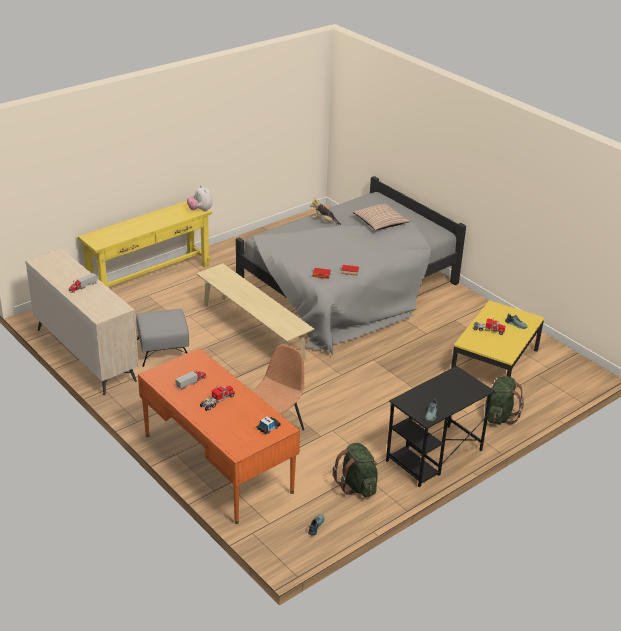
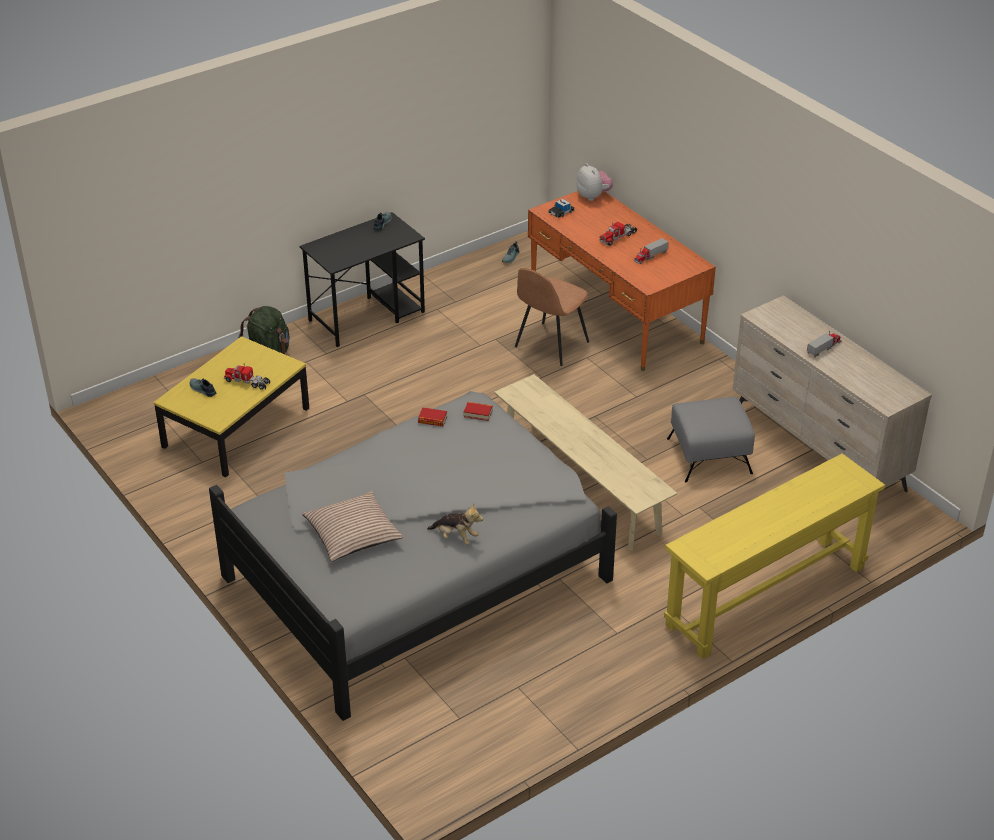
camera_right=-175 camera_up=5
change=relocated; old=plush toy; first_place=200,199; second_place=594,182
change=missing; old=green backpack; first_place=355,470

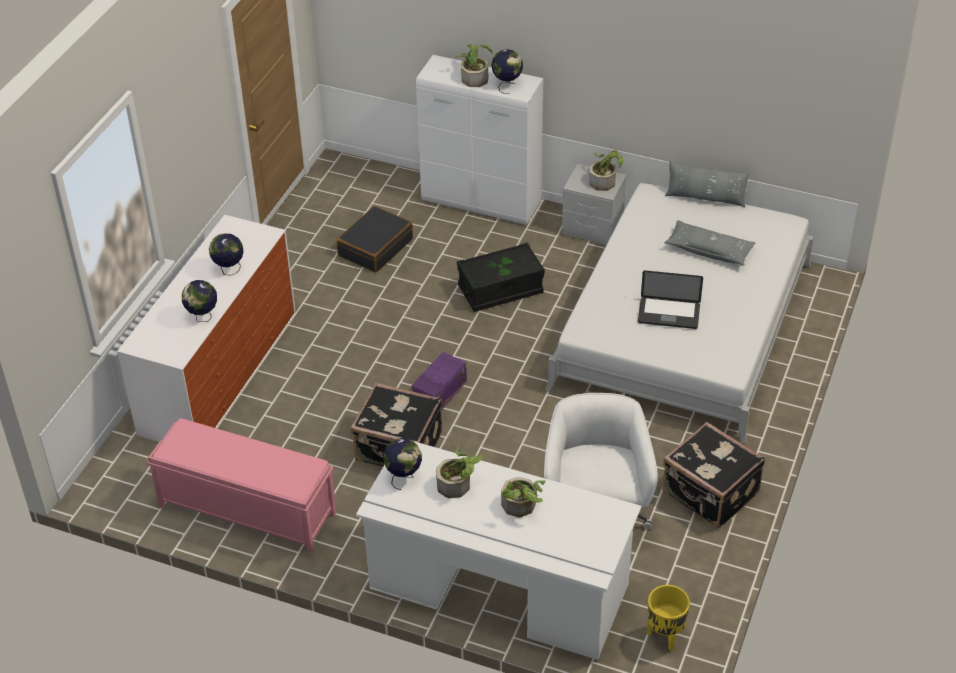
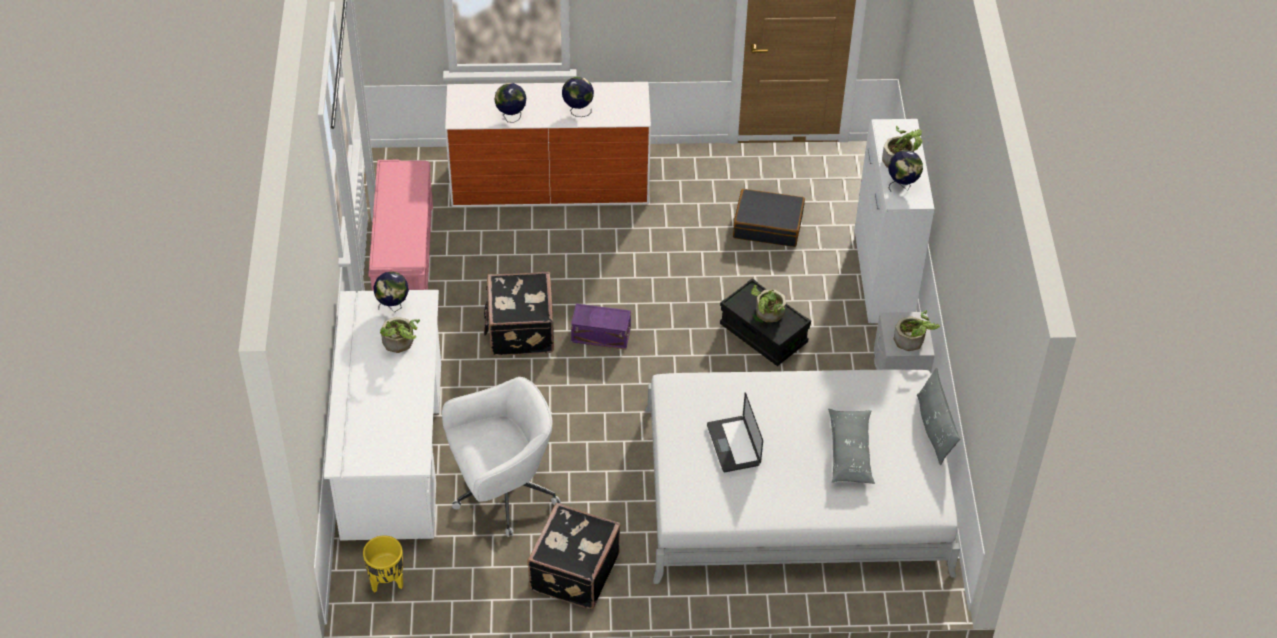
camera_right=65 camera_up=5
change=relocated; old=potted plant; first_place=523,497; second_place=768,303

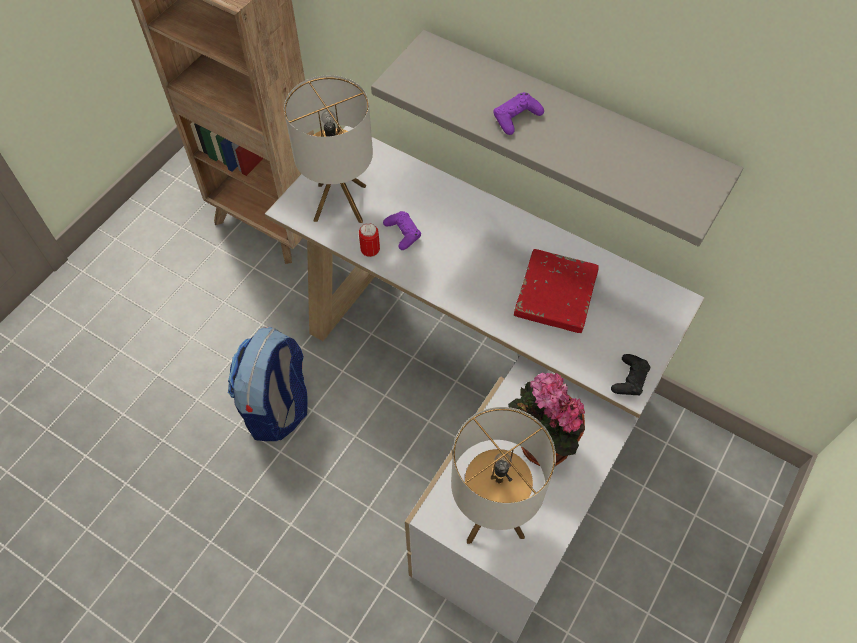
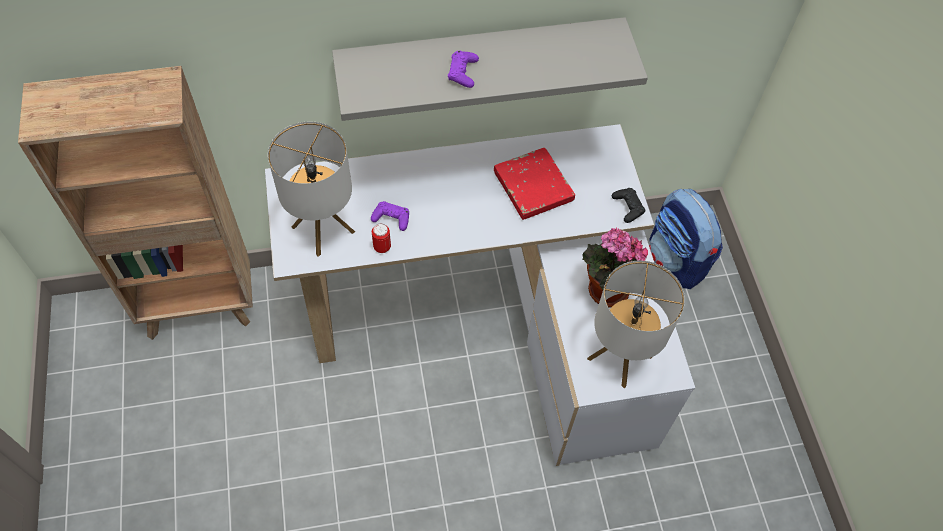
camera_right=-45 camera_up=0
change=relocated; old=backpack; first_place=268,384; second_place=686,238

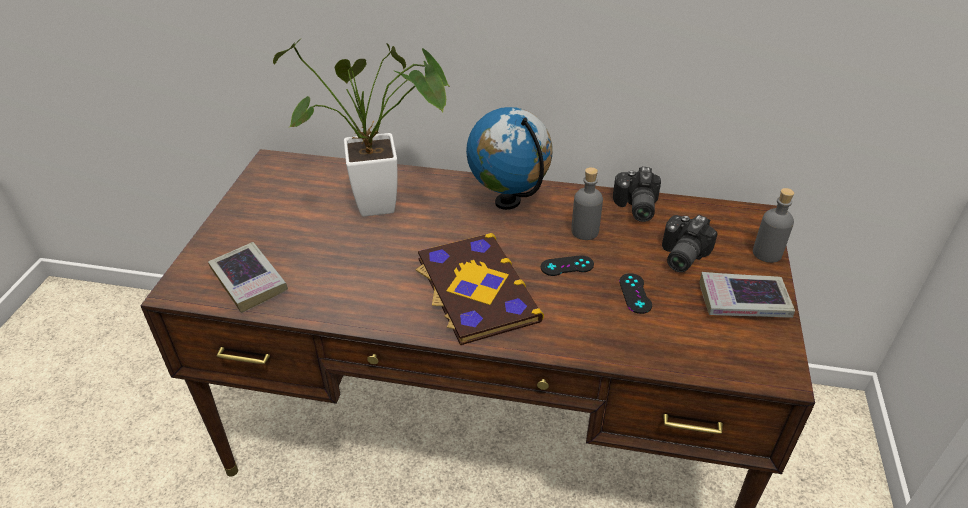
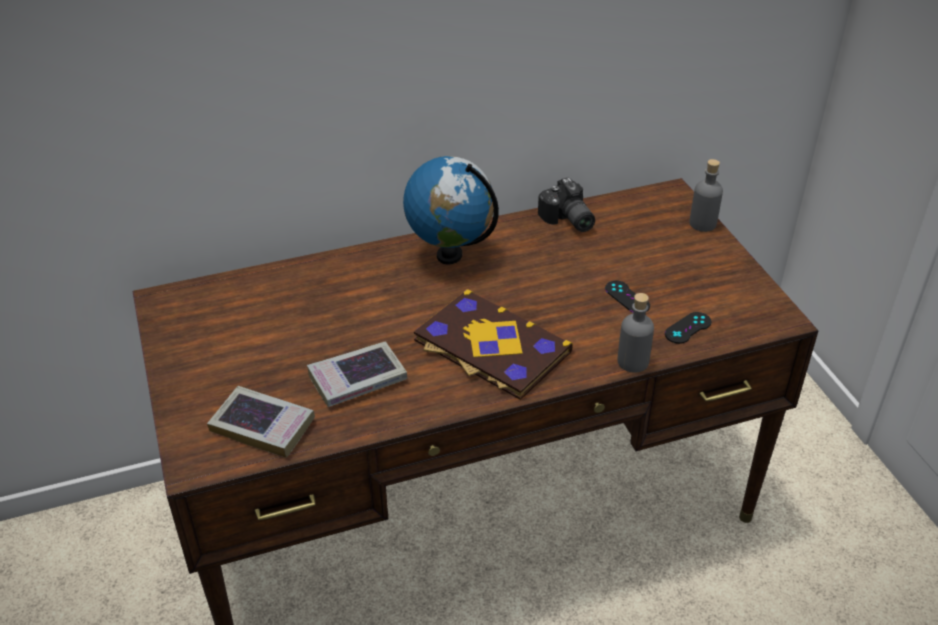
camera_right=-30 camera_up=0
change=relocated; old=book; first_place=747,295; second_place=357,374
change=relocated; old=grey bottle; first_place=587,203; second_place=635,333
change=relocated; old=black game controller; first_place=567,265; second_place=688,328
change=missing; old=potted plant; first_place=361,128
change=missing; old=photo camera; first_place=690,243

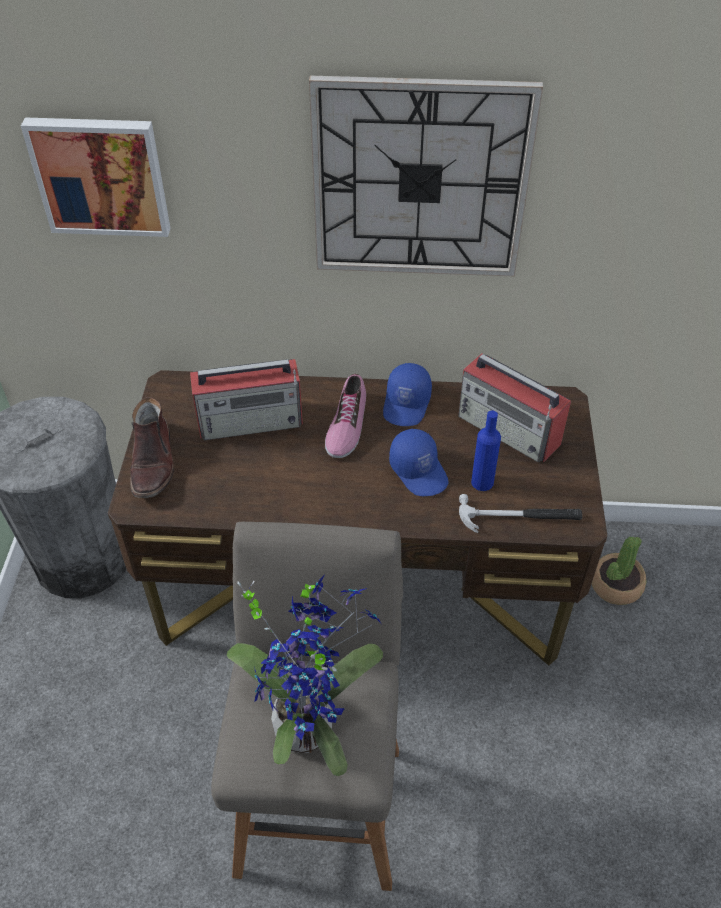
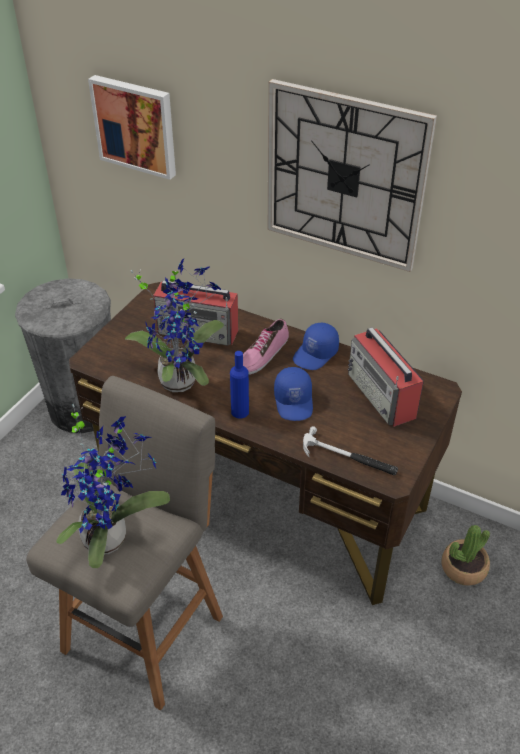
camera_right=25 camera_up=-5
change=appeared; new=potted plant; second_place=174,325
change=relocated; old=blue bottle; first_place=486,450; second_place=239,385
change=missing; old=brown boot; first_place=152,447

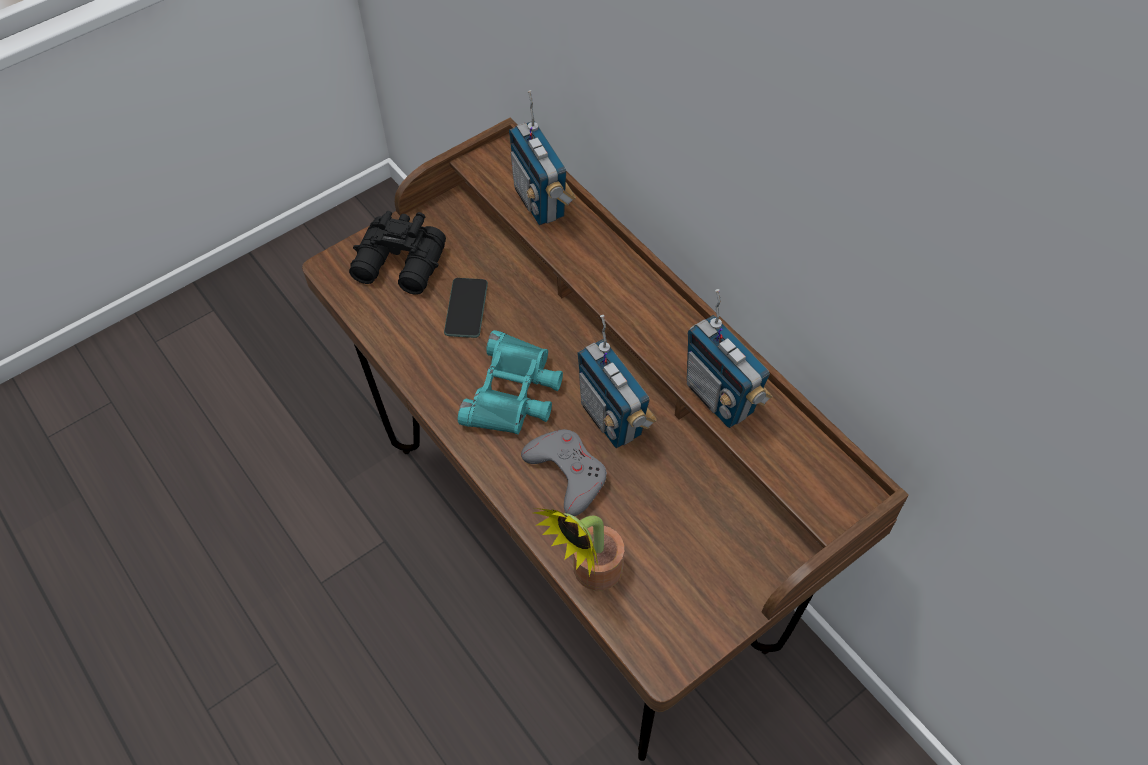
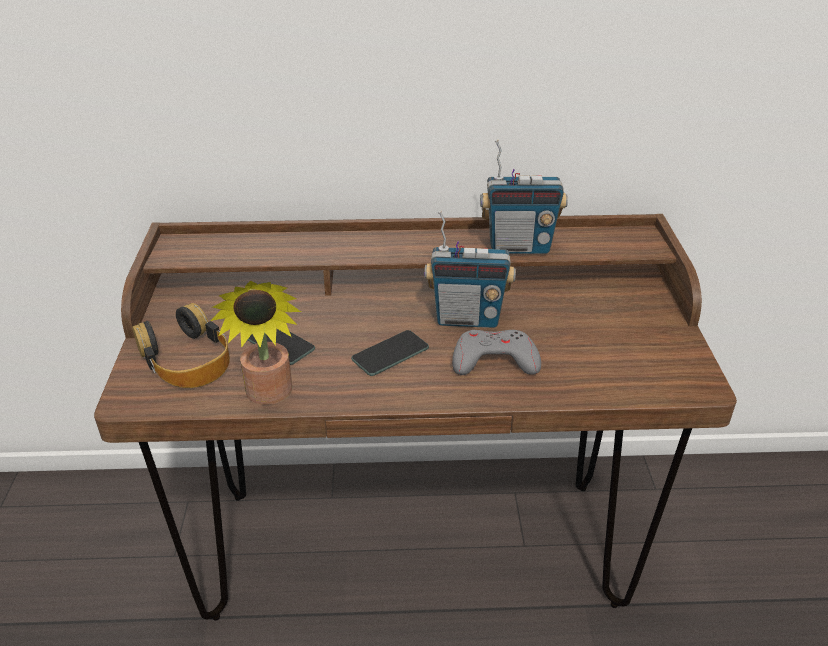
camera_right=-55 camera_up=-20
change=exchanged; old=black binoculars; new=headphones; first_place=397,253; second_place=181,345
change=relocated; old=potted plant; first_place=579,549; second_place=256,343
change=exchanged; old=turquoise binoculars; new=phone; first_place=510,382; second_place=390,353
change=missing; old=radio; first_place=542,157

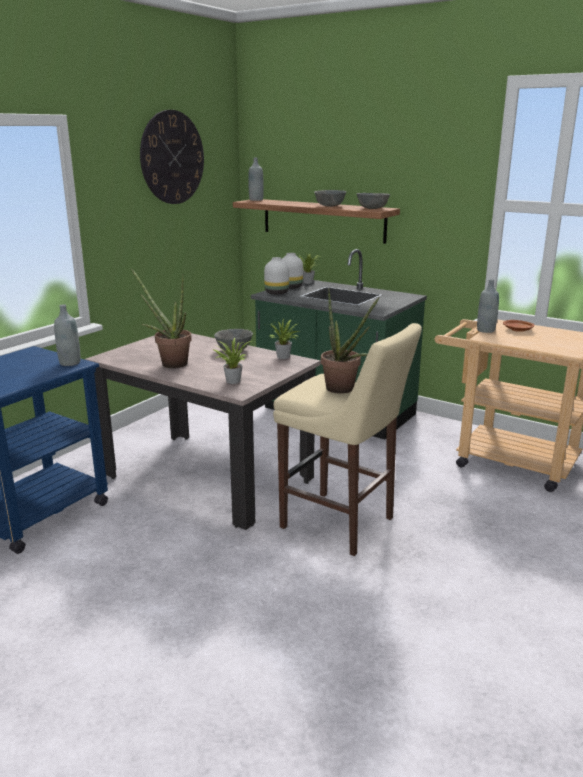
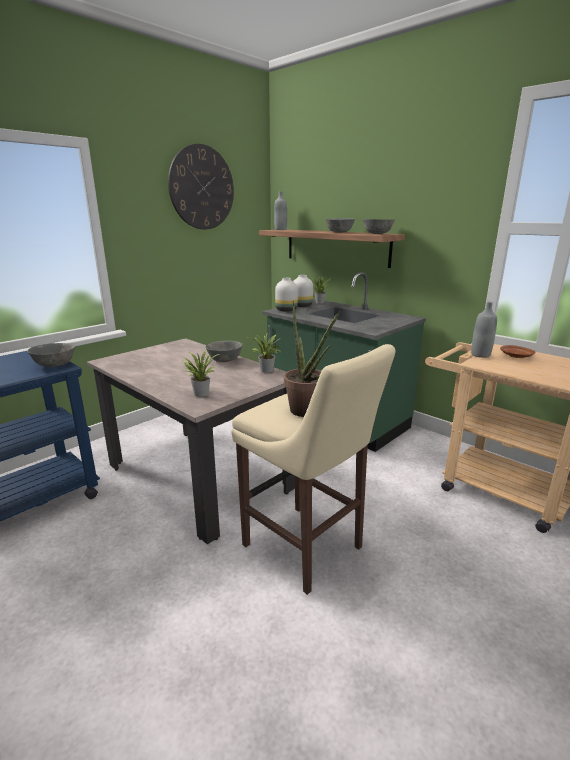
camera_right=10 camera_up=0
change=exchanged; old=grey bottle; new=grey bowl; first_place=67,335; second_place=51,355
change=missing; old=potted plant; first_place=161,318

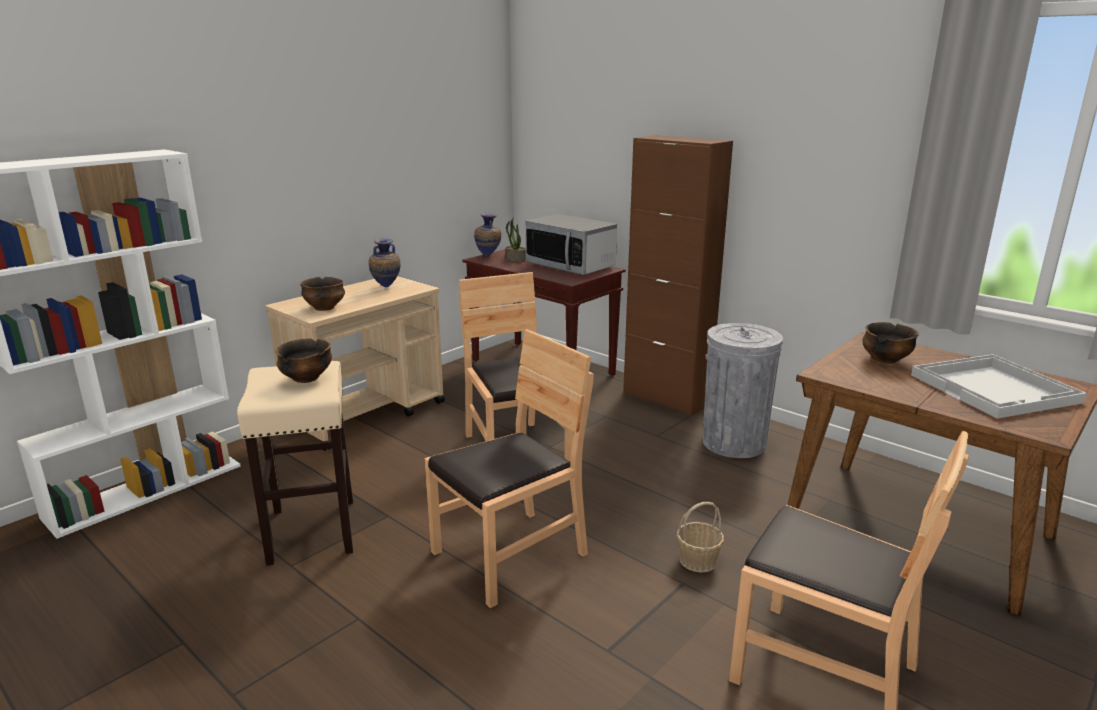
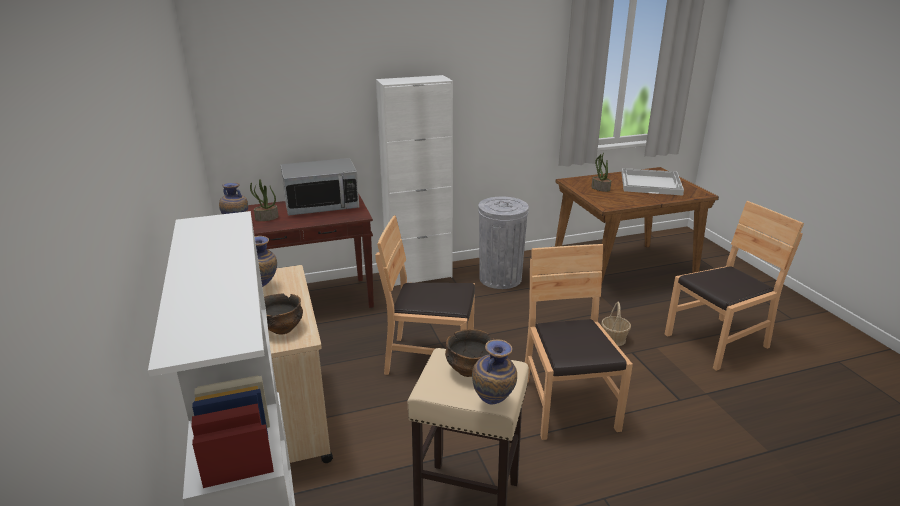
camera_right=-60 camera_up=5
change=colour; old=brown cabinet; new=white cabinet; first_place=678,275; second_place=414,180
change=appeared; new=vase; second_place=494,372
change=exchanged; old=bowl; new=potted plant; first_place=890,343; second_place=601,172

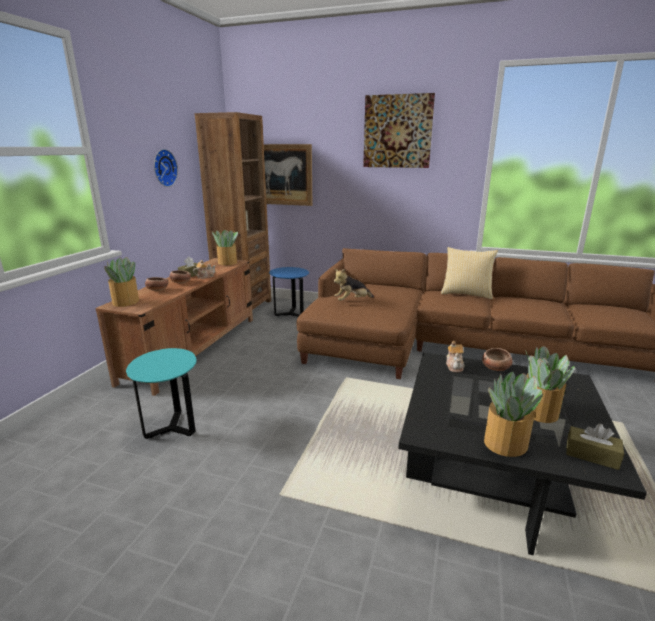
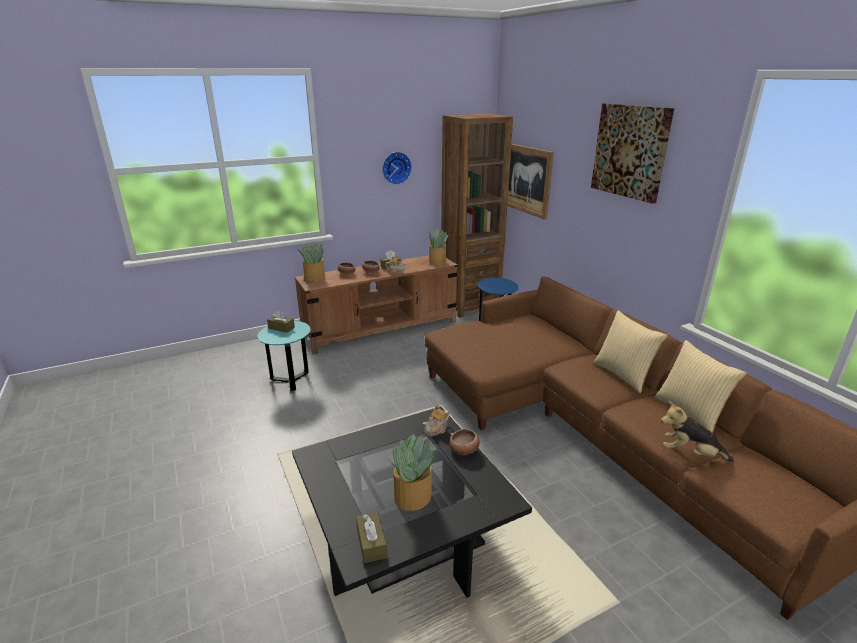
camera_right=45 camera_up=5
change=appeared; new=brown tissue box; second_place=281,321
change=appeared; new=pillow; second_place=701,386
change=relocated; old=plush toy; first_place=354,285; second_place=697,432
change=missing; old=potted plant; first_place=513,414

